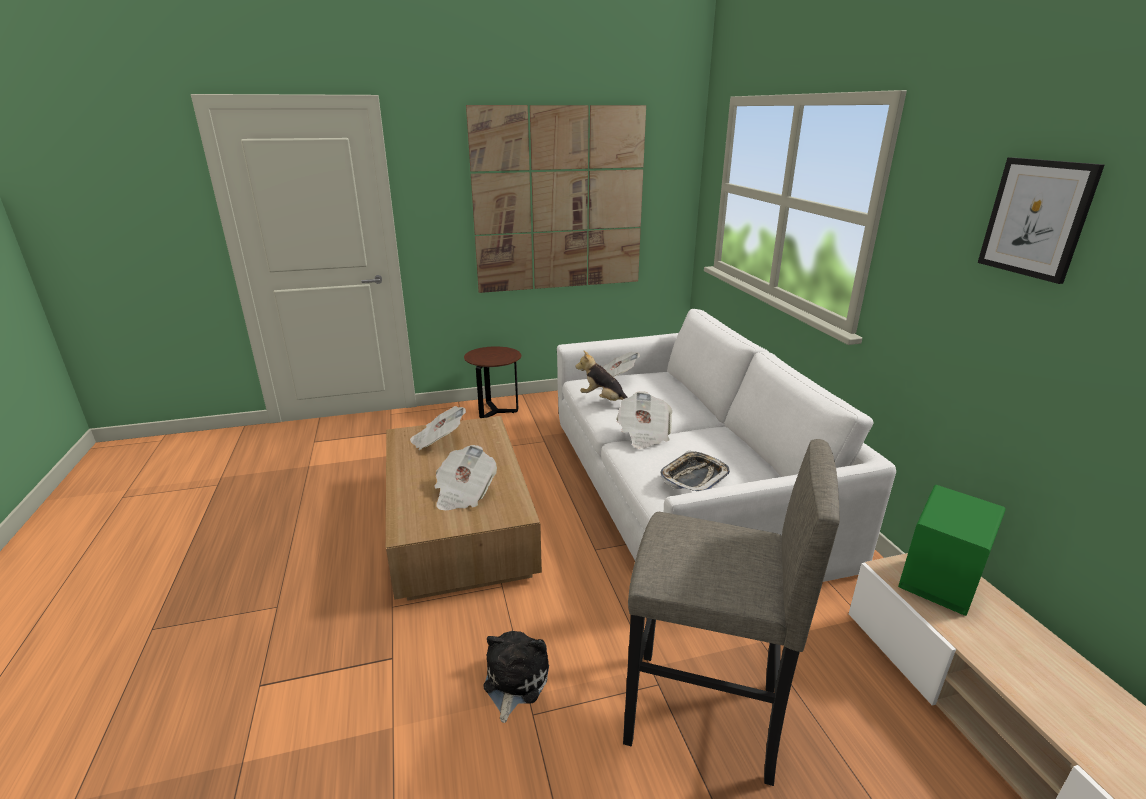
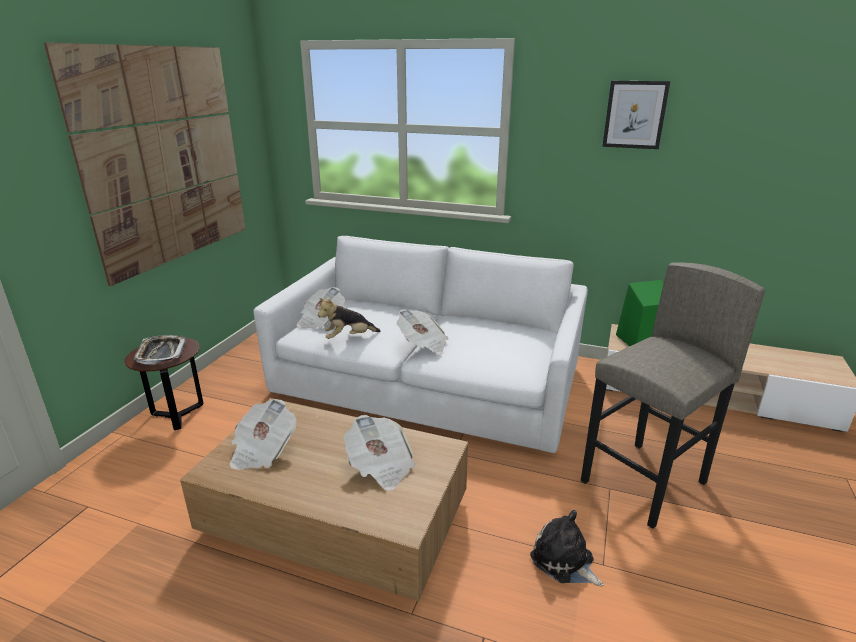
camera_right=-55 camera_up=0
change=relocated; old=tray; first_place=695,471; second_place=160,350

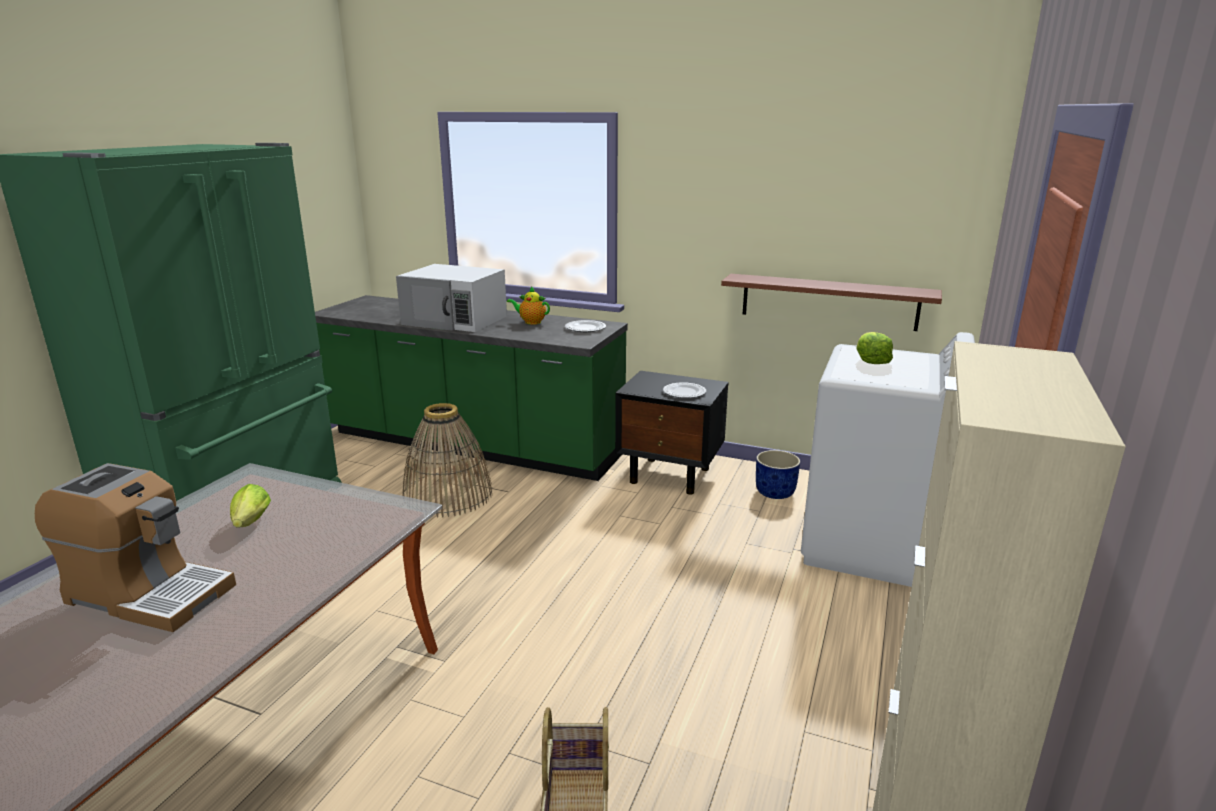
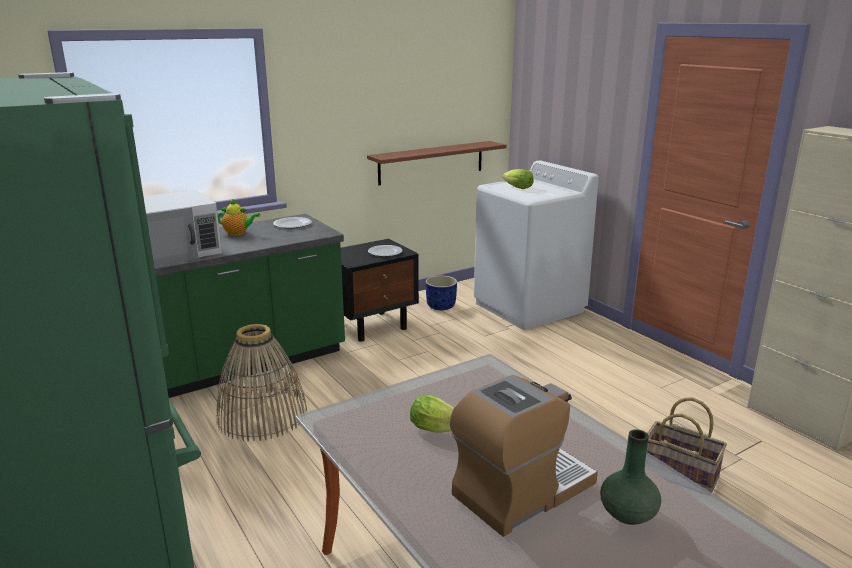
camera_right=-55 camera_up=0
change=spun; old=teapot; first_place=528,305; second_place=239,217; degrees=-135
change=appeared; new=green vase; second_place=630,477

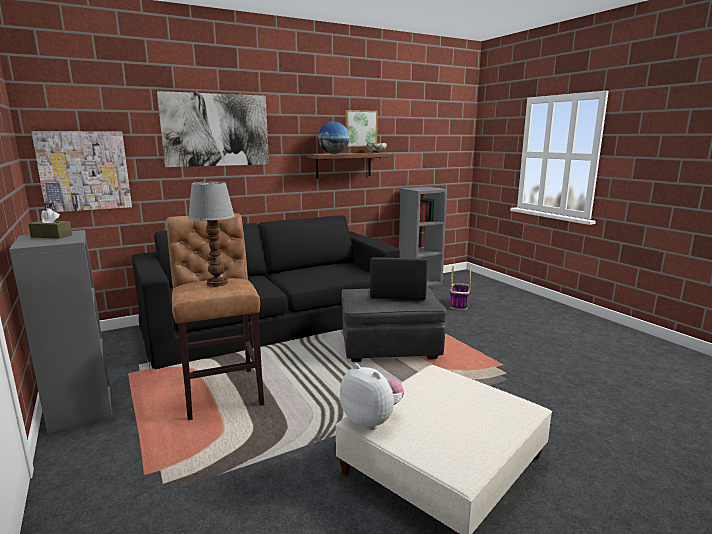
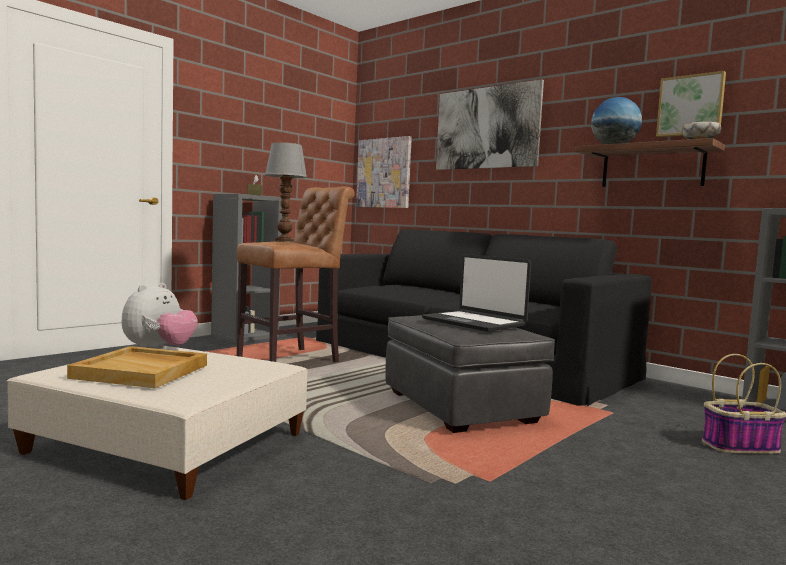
camera_right=70 camera_up=-10
change=appeared; new=beige tray; second_place=137,367
change=spun; old=laptop; first_place=399,278; second_place=476,293; degrees=150

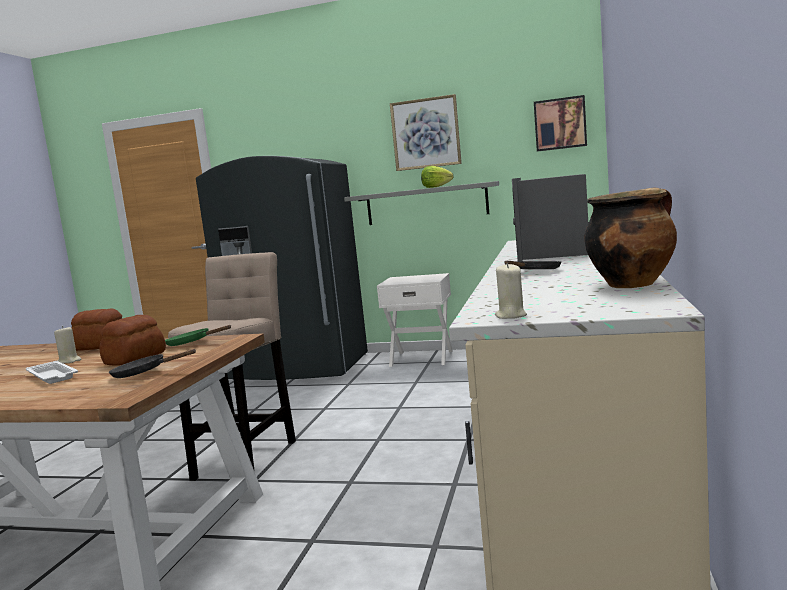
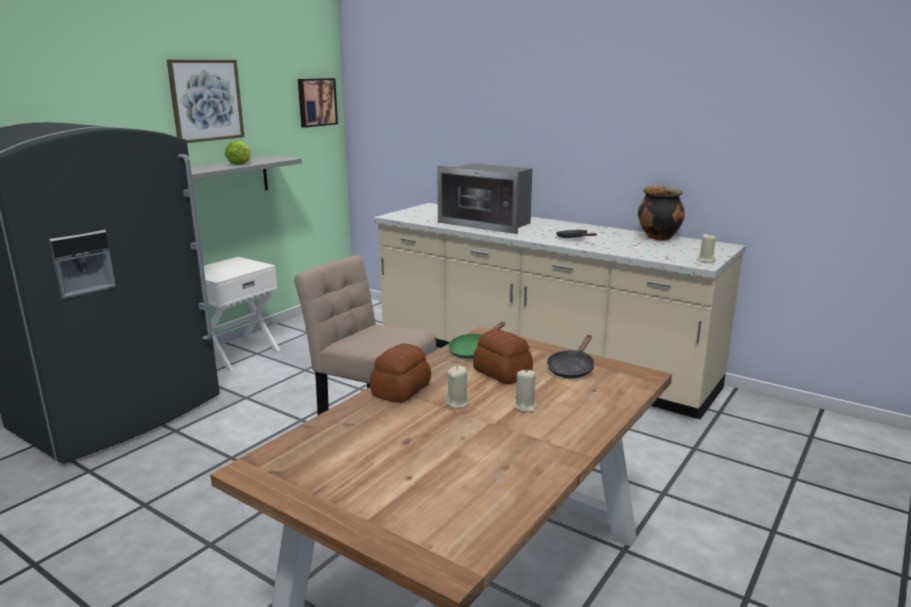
camera_right=-70 camera_up=10
change=exchanged; old=white tray; new=beige candle; first_place=52,372; second_place=525,390

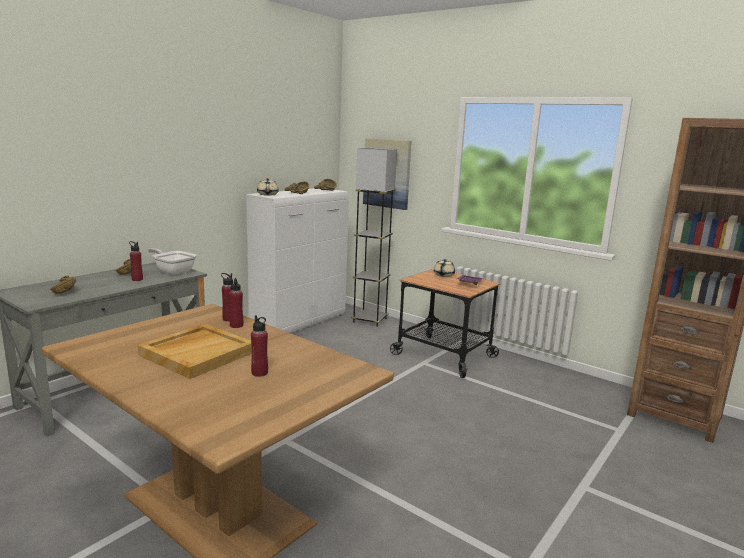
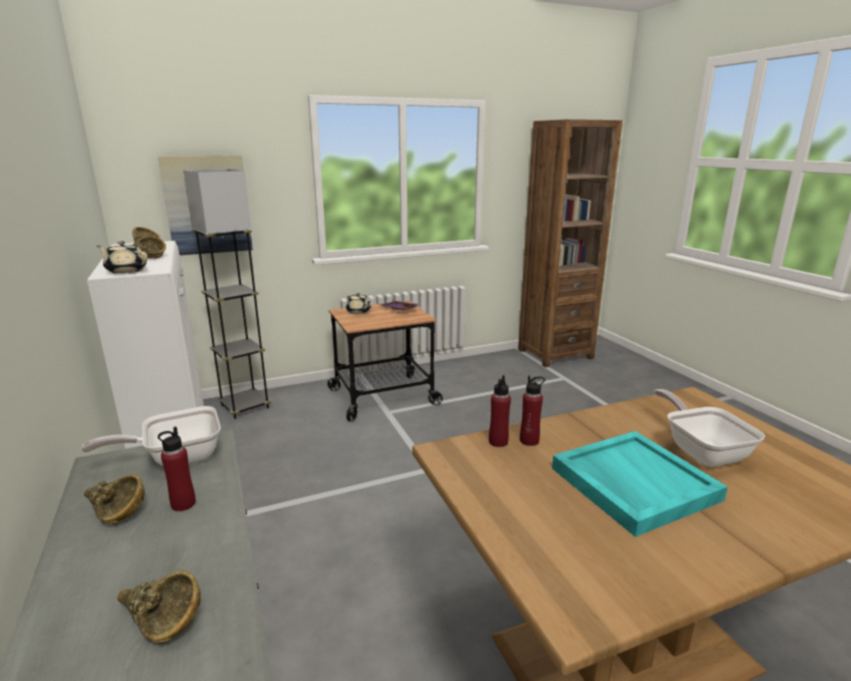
camera_right=-60 camera_up=5
change=colour; old=beige tray; new=turquoise tray; first_place=195,351; second_place=640,484
change=exchanged; old=red bottle; new=frying pan; first_place=259,346; second_place=710,428

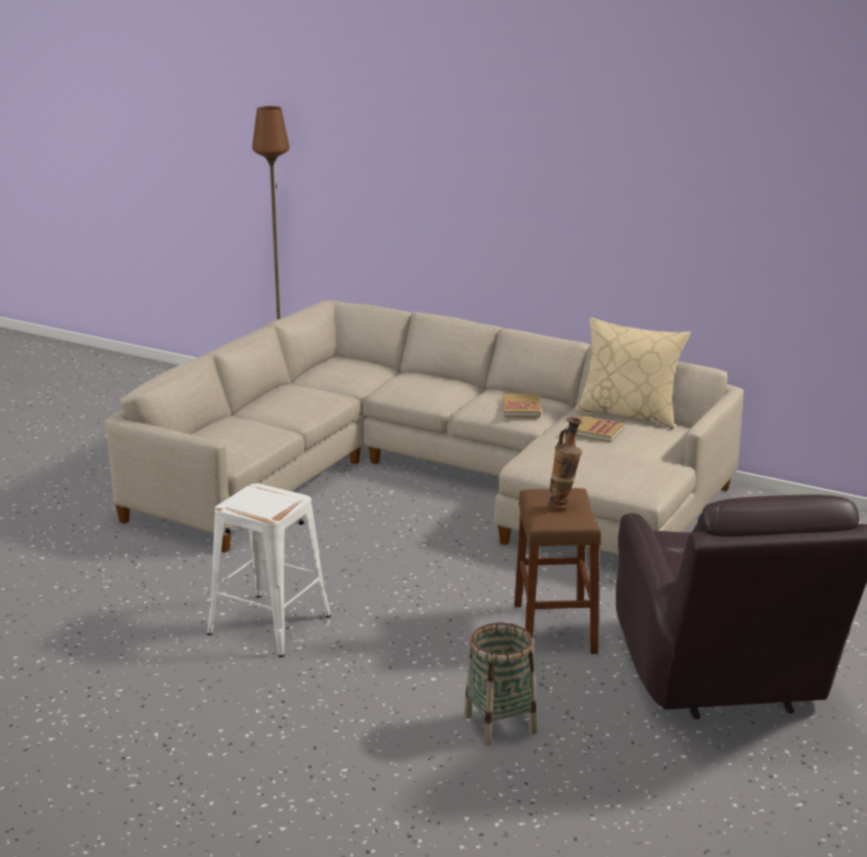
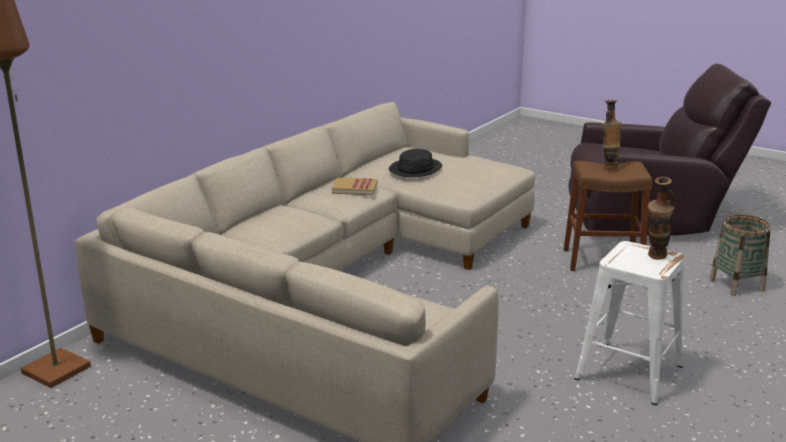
camera_right=-85 camera_up=0
change=exchanged; old=book; new=black hat; first_place=594,428; second_place=415,163
change=appeared; new=vase; second_place=661,218
change=missing; old=beige pillow; first_place=632,372

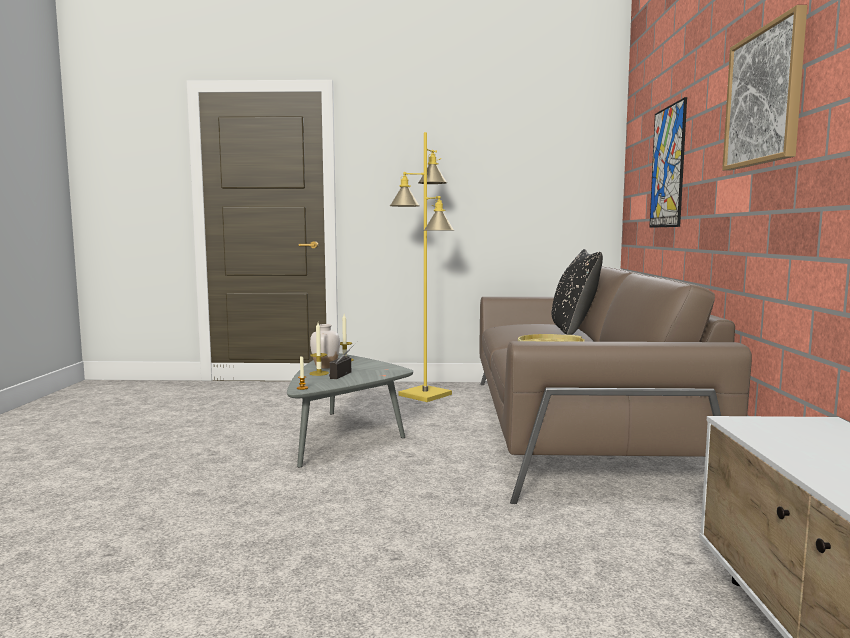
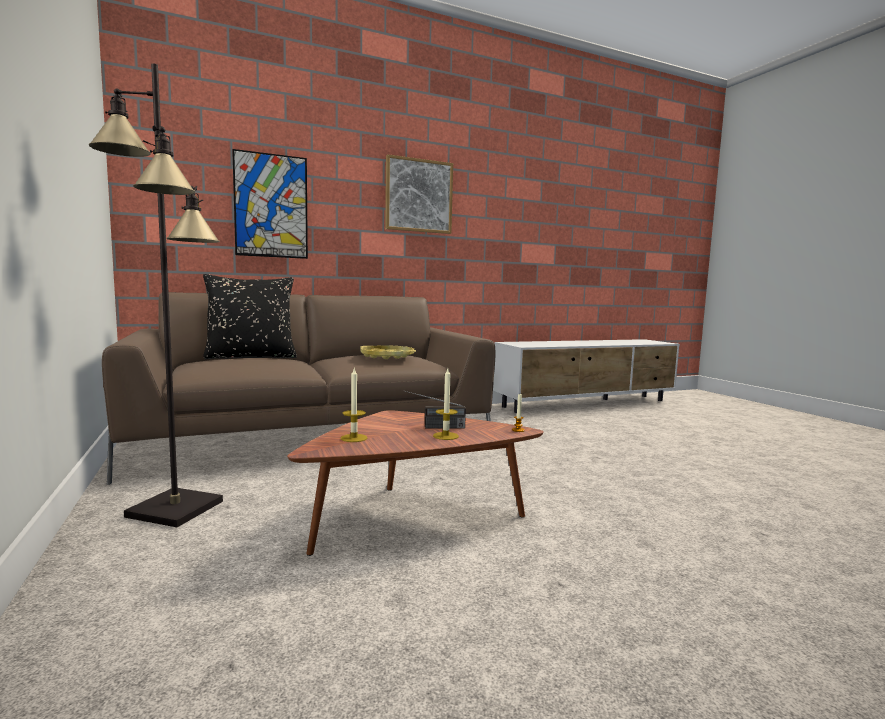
camera_right=-115 camera_up=0
change=colour; old=yellow floor lamp; new=black floor lamp; first_place=422,267; second_place=156,295
change=colour; old=grey coffee table; new=brown coffee table; first_place=350,410; second_place=415,483
change=missing; old=white vase; first_place=325,346

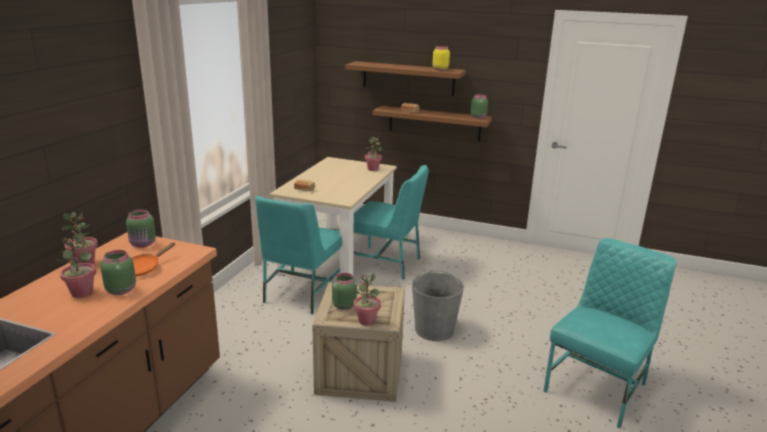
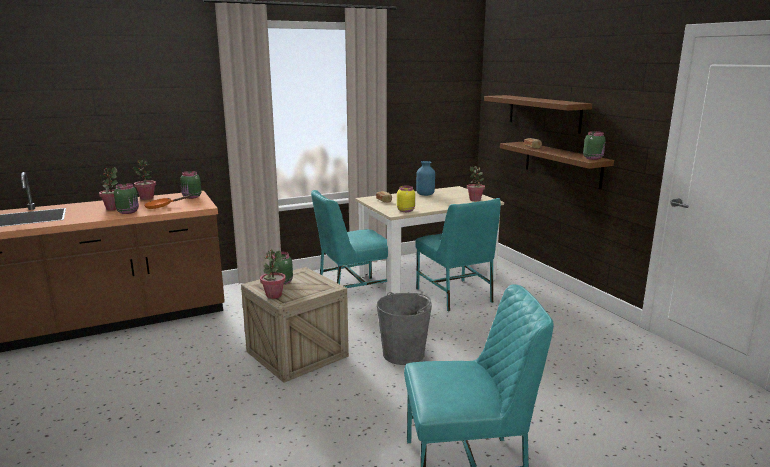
camera_right=45 camera_up=-5
change=relocated; old=yellow jar; first_place=441,58; second_place=406,199
change=appeared; new=blue vase; second_place=425,178

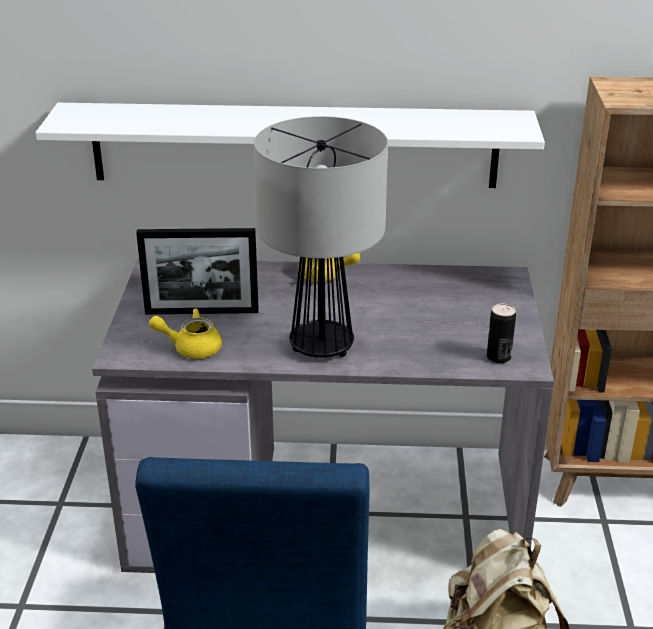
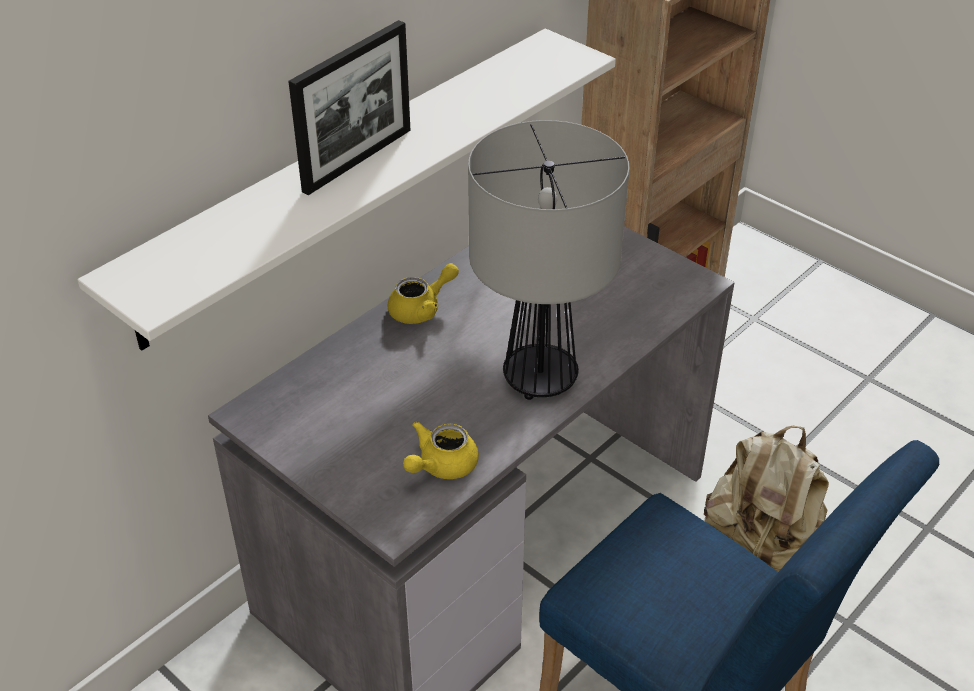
camera_right=-50 camera_up=10
change=relocated; old=picture frame; first_place=197,271; second_place=349,107
change=missing; old=can; first_place=501,334

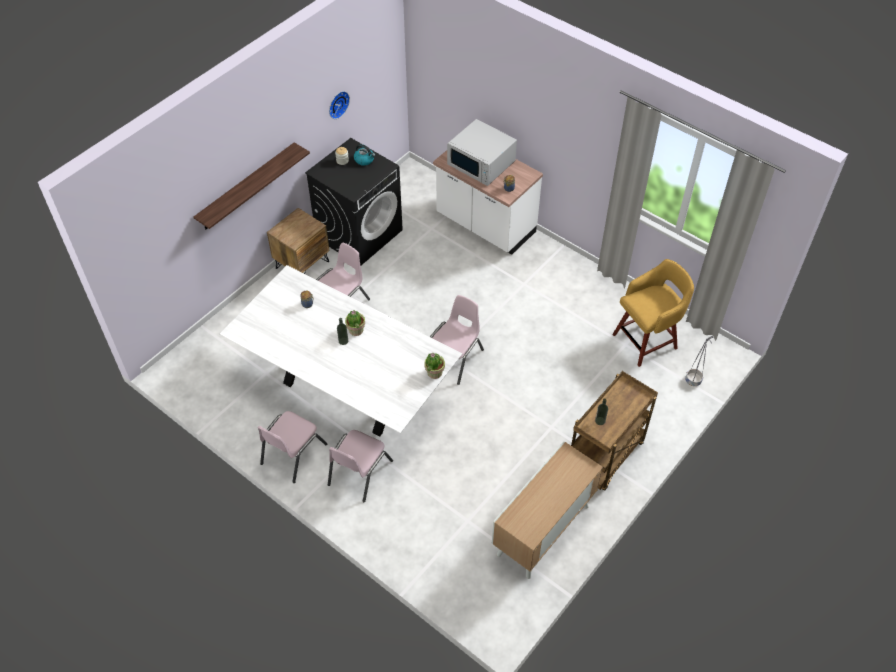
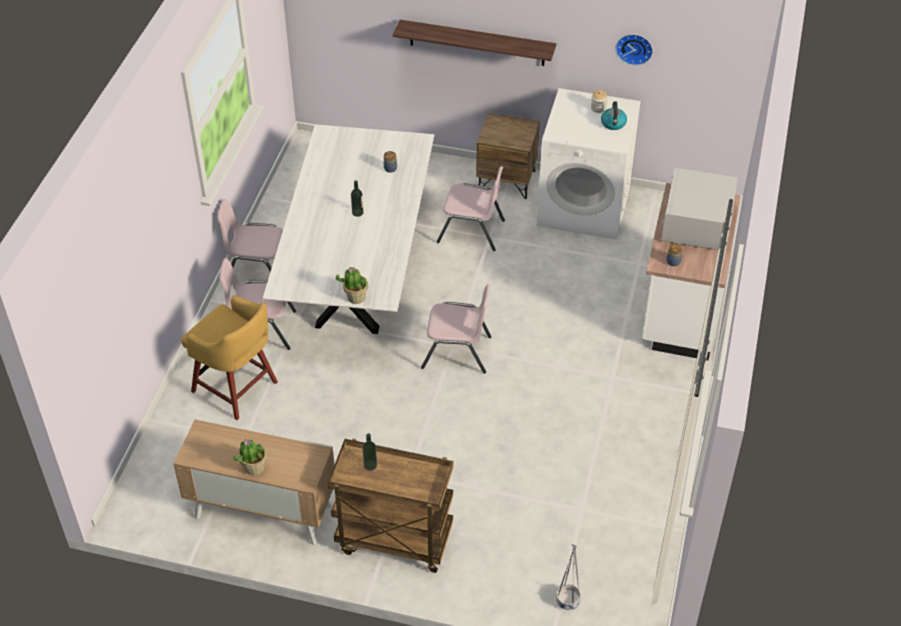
camera_right=65 camera_up=-5
change=relocated; old=yellow stool; first_place=653,313; second_place=229,357
change=relocated; old=potted plant; first_place=355,323; second_place=250,457
change=colour; old=black washing machine; new=white washing machine; first_place=354,202; second_place=589,164

